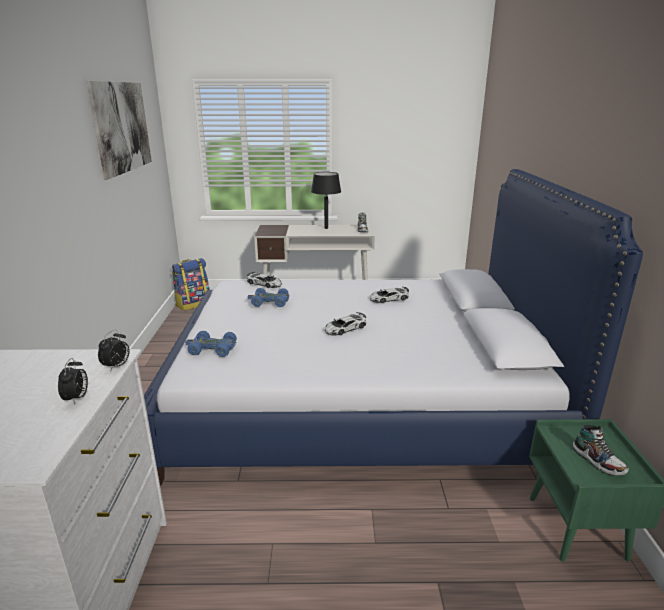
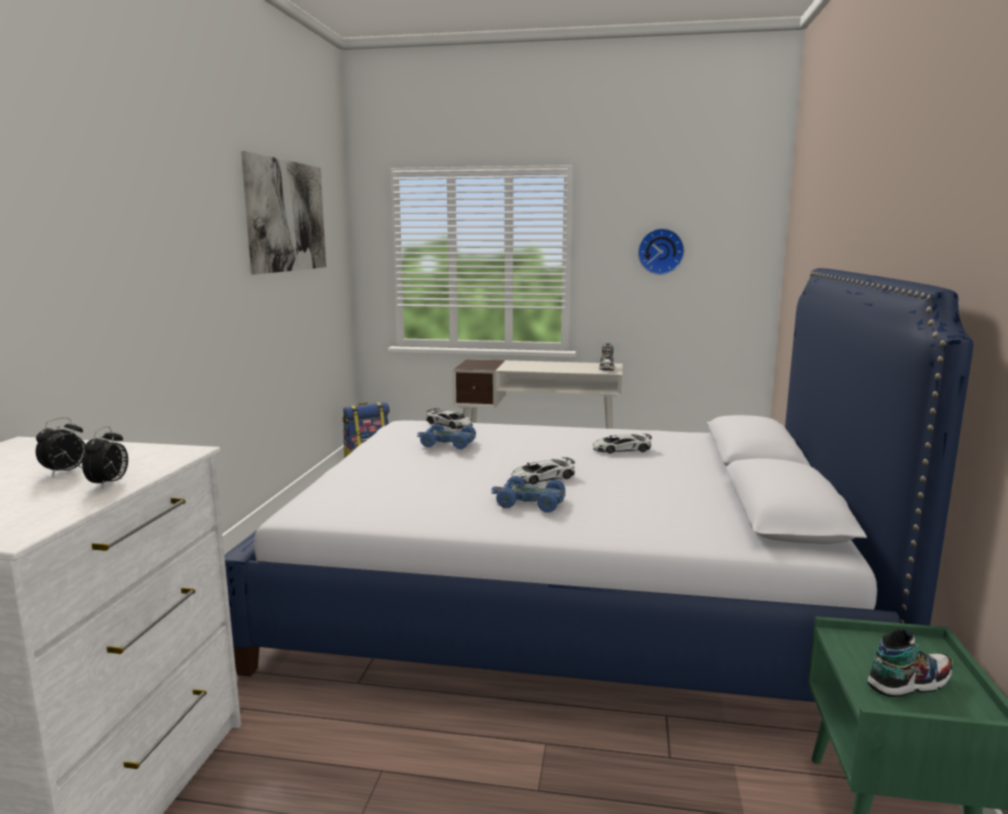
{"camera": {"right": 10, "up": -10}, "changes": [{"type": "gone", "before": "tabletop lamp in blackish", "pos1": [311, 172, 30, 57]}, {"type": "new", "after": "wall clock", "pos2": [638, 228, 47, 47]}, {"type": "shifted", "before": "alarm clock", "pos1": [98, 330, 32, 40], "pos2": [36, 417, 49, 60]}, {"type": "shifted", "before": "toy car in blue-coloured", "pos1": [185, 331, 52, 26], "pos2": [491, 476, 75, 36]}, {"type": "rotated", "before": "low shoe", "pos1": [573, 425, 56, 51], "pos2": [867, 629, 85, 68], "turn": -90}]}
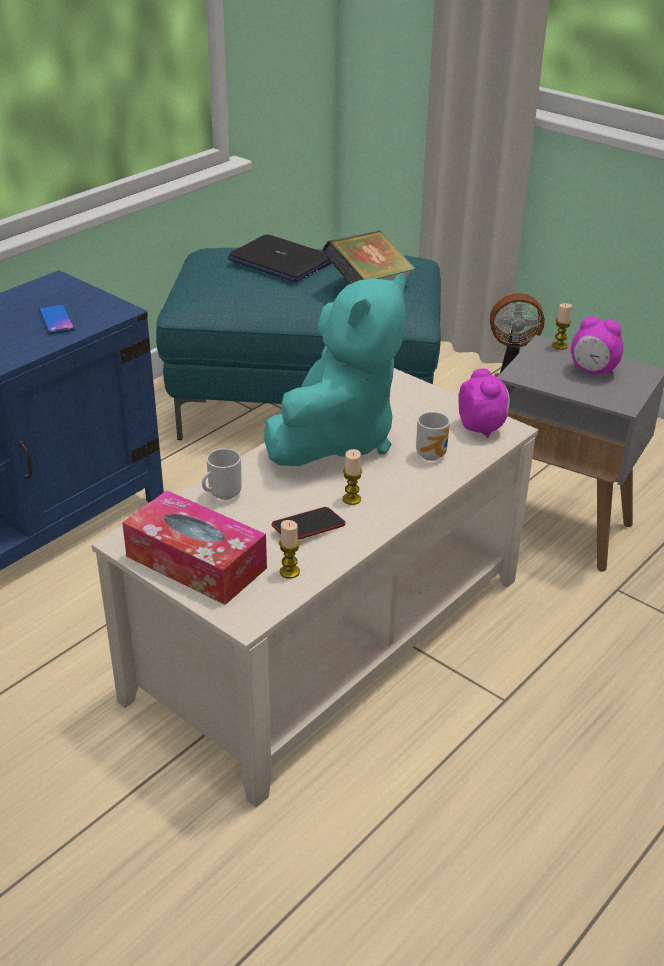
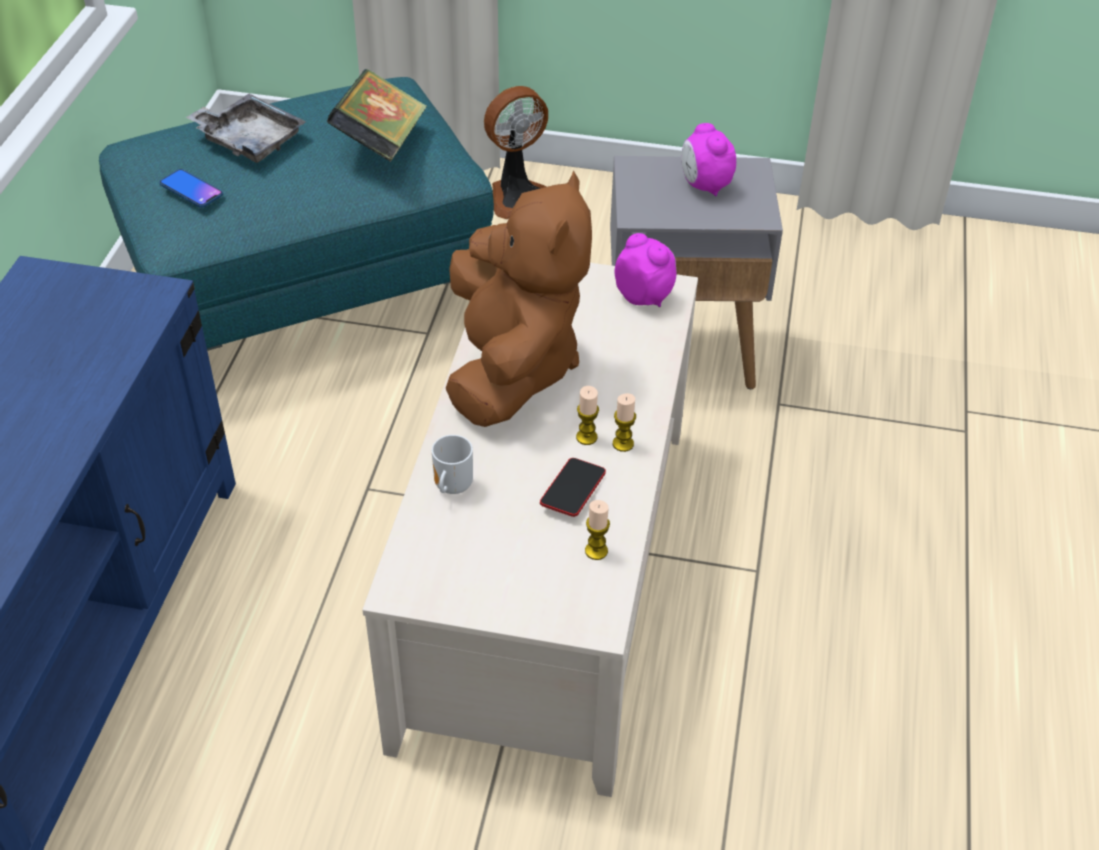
{"camera": {"right": -30, "up": 10}, "changes": [{"type": "gone", "before": "tissue box", "pos1": [122, 490, 145, 115]}, {"type": "gone", "before": "tea mug", "pos1": [416, 412, 34, 49]}, {"type": "shifted", "before": "phone", "pos1": [38, 304, 37, 30], "pos2": [159, 169, 64, 39]}, {"type": "shifted", "before": "candle", "pos1": [552, 303, 20, 47], "pos2": [613, 393, 23, 59]}, {"type": "swapped", "before": "laptop", "after": "tray in gray", "pos1": [228, 234, 103, 49], "pos2": [186, 94, 120, 69]}, {"type": "repainted", "before": "soft toy in turquoise-coloured", "after": "soft toy in brownish", "pos1": [264, 273, 142, 193], "pos2": [446, 171, 146, 256]}, {"type": "rotated", "before": "alarm clock", "pos1": [571, 317, 53, 58], "pos2": [681, 123, 55, 73], "turn": 75}]}
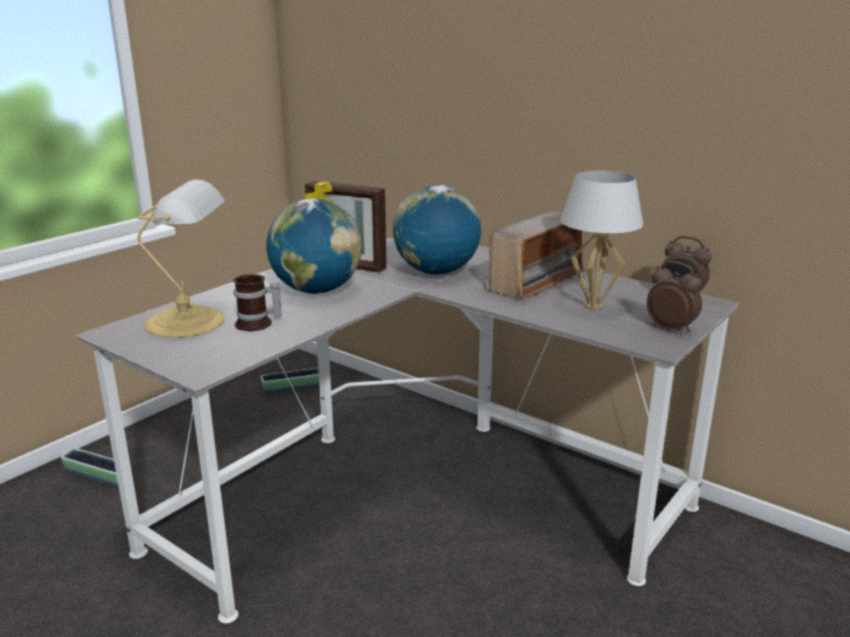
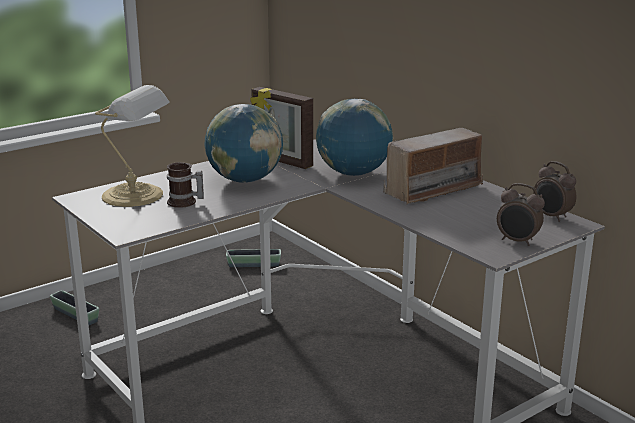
{"camera": {"right": 15, "up": 0}, "changes": [{"type": "gone", "before": "tabletop lamp in whitish", "pos1": [560, 171, 83, 139]}, {"type": "rotated", "before": "alarm clock", "pos1": [647, 261, 55, 73], "pos2": [497, 183, 48, 63], "turn": 150}]}
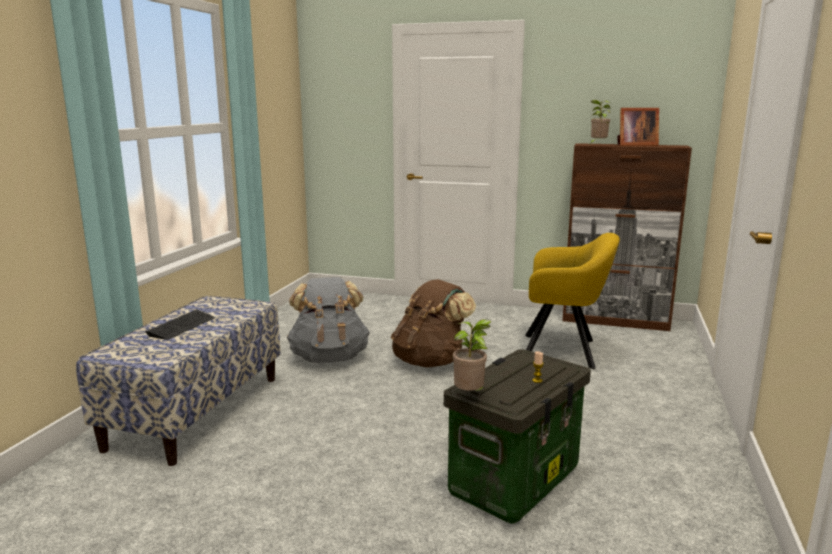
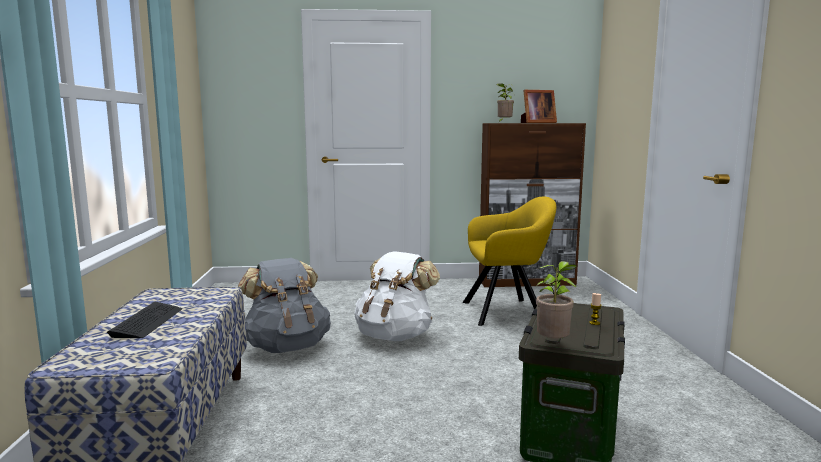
{"camera": {"right": -20, "up": -5}, "changes": [{"type": "repainted", "before": "knapsack in brownish", "after": "knapsack in whitish", "pos1": [391, 279, 85, 89], "pos2": [354, 251, 86, 90]}]}
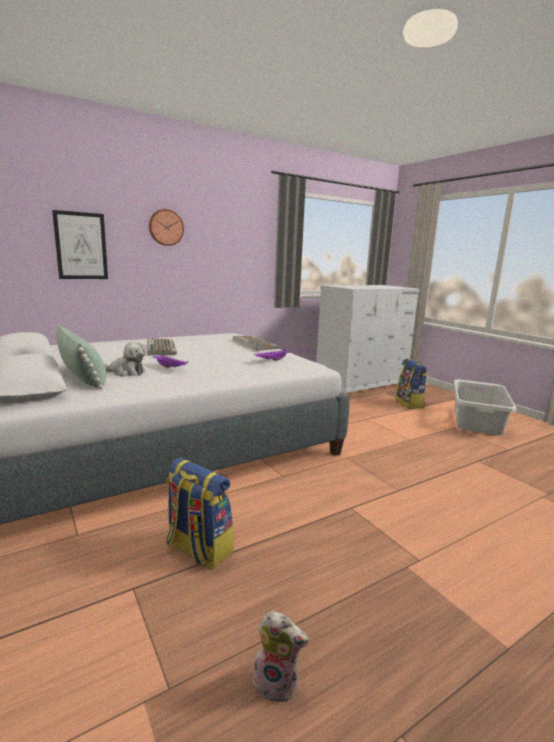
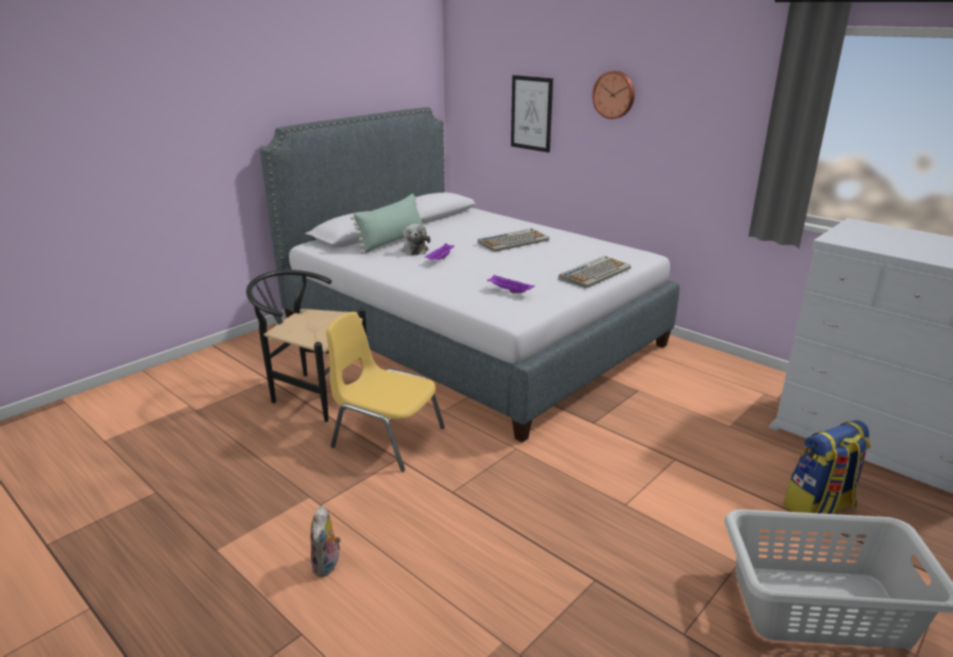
{"camera": {"right": 75, "up": 10}, "changes": [{"type": "new", "after": "plain chair in yellow-coloured", "pos2": [326, 312, 119, 160]}, {"type": "shifted", "before": "soft toy", "pos1": [250, 611, 58, 93], "pos2": [310, 506, 31, 71]}, {"type": "swapped", "before": "knapsack", "after": "plain chair in blackish", "pos1": [166, 458, 67, 112], "pos2": [246, 270, 121, 152]}]}
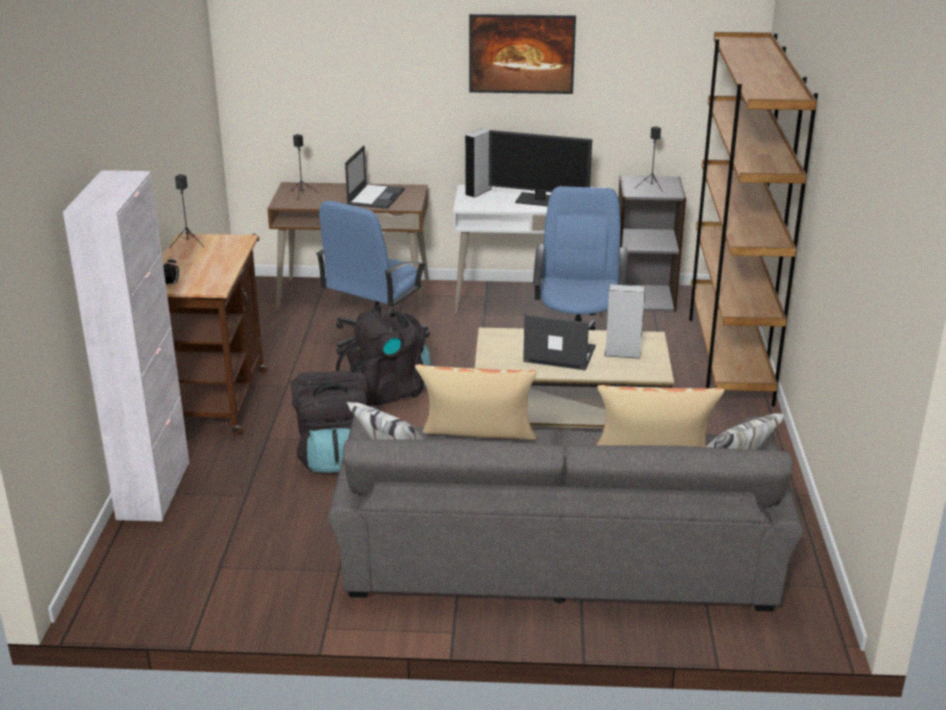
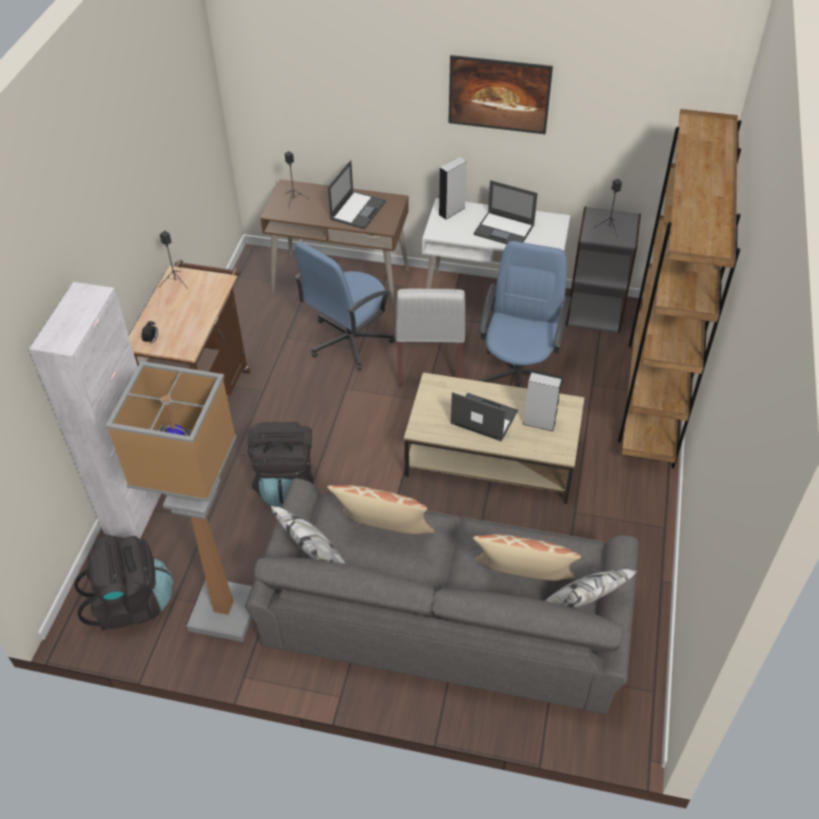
{"camera": {"right": 10, "up": 20}, "changes": [{"type": "new", "after": "floor lamp", "pos2": [105, 361, 147, 281]}, {"type": "new", "after": "plain chair in whitish", "pos2": [396, 288, 69, 99]}, {"type": "shifted", "before": "knapsack in blackish", "pos1": [336, 310, 95, 96], "pos2": [74, 535, 99, 95]}, {"type": "swapped", "before": "computer screen", "after": "laptop", "pos1": [489, 130, 103, 76], "pos2": [474, 180, 63, 64]}]}
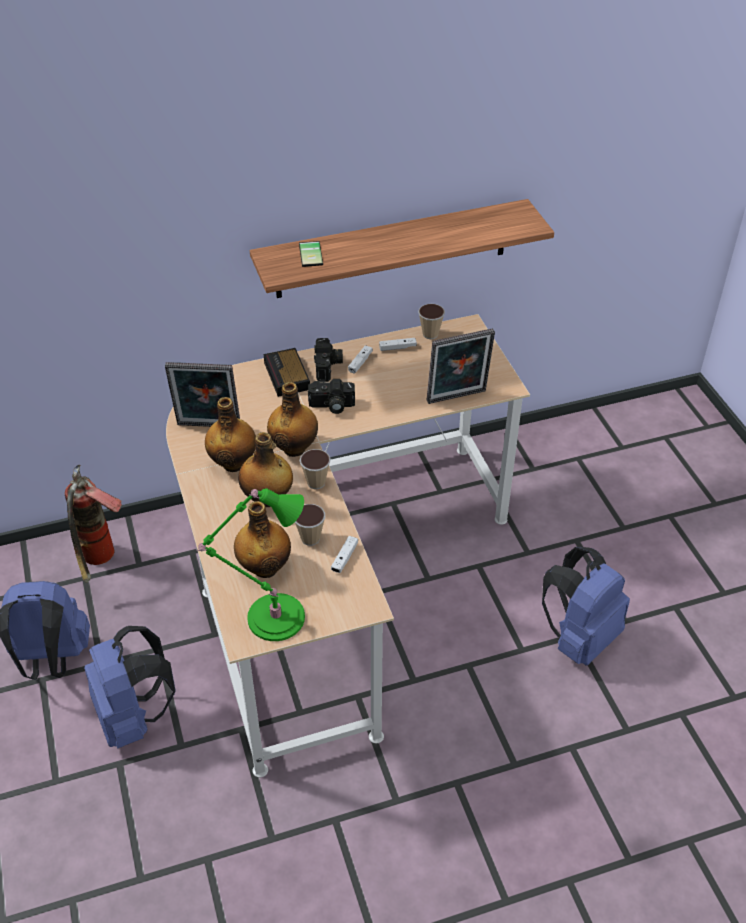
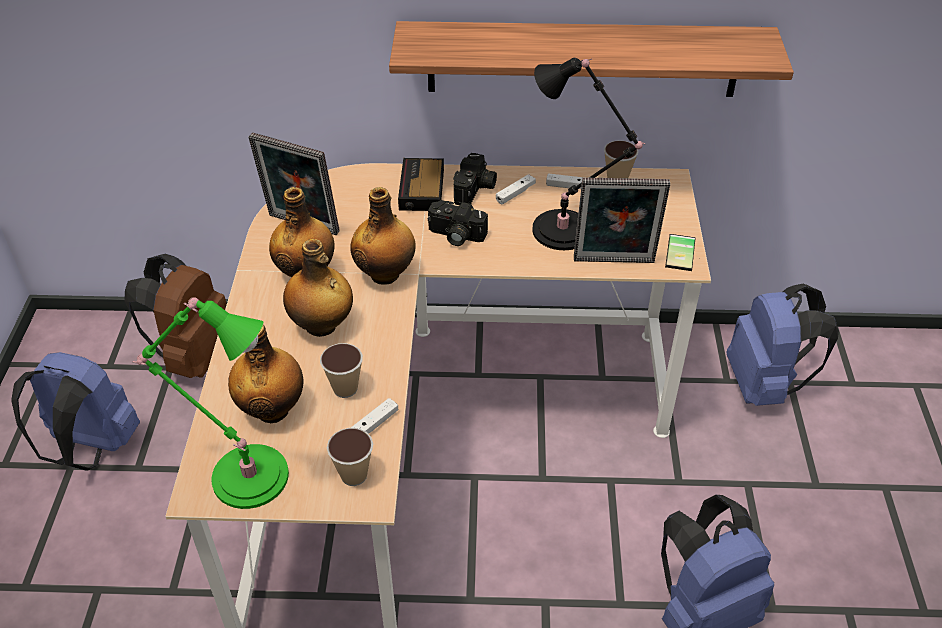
{"camera": {"right": 20, "up": 0}, "changes": [{"type": "new", "after": "tabletop lamp in blackish", "pos2": [532, 58, 114, 192]}, {"type": "shifted", "before": "knapsack in blue-coloured", "pos1": [84, 626, 92, 123], "pos2": [726, 283, 113, 123]}, {"type": "shifted", "before": "phone", "pos1": [299, 241, 24, 26], "pos2": [665, 234, 31, 37]}, {"type": "shifted", "before": "cup", "pos1": [300, 449, 31, 40], "pos2": [327, 428, 46, 58]}, {"type": "swapped", "before": "fire extinguisher", "after": "knapsack in brownish", "pos1": [65, 465, 57, 118], "pos2": [124, 254, 103, 124]}]}
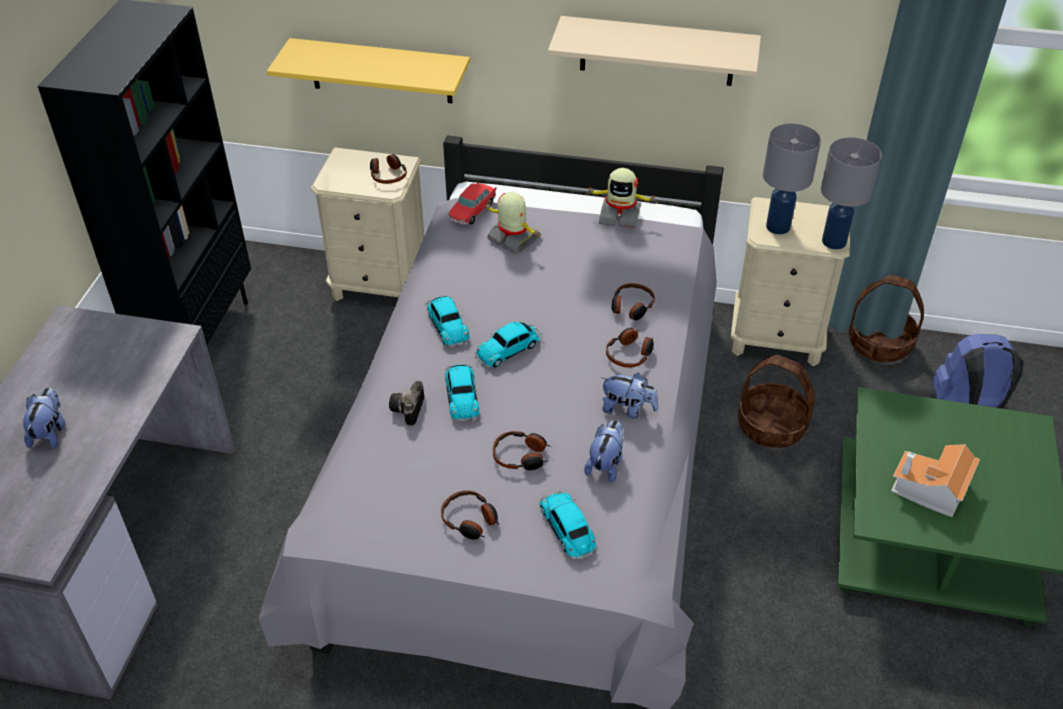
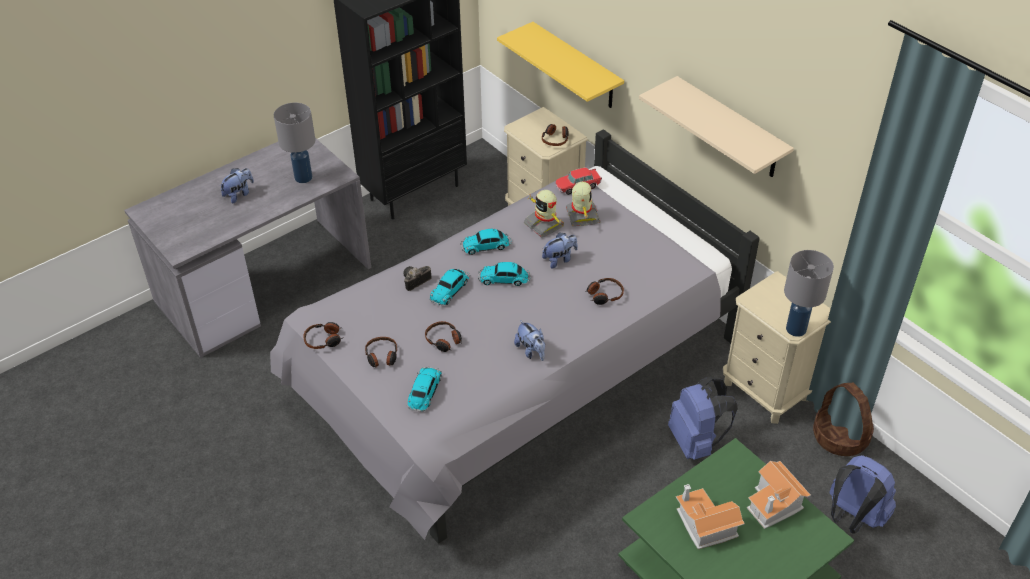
{"camera": {"right": 40, "up": 0}, "changes": [{"type": "new", "after": "model house", "pos2": [747, 461, 64, 68]}, {"type": "shifted", "before": "soft toy", "pos1": [584, 420, 40, 63], "pos2": [542, 232, 36, 37]}, {"type": "shifted", "before": "toy robot", "pos1": [585, 168, 72, 61], "pos2": [524, 190, 41, 47]}, {"type": "shifted", "before": "pair of headphones", "pos1": [606, 328, 48, 40], "pos2": [303, 322, 41, 27]}, {"type": "shifted", "before": "tabletop lamp in gray", "pos1": [763, 123, 58, 111], "pos2": [274, 102, 41, 81]}, {"type": "swapped", "before": "basket", "after": "knapsack in blue-coloured", "pos1": [738, 355, 77, 93], "pos2": [668, 376, 70, 84]}, {"type": "rotated", "before": "toy car", "pos1": [425, 296, 45, 51], "pos2": [460, 229, 52, 26], "turn": 60}]}
